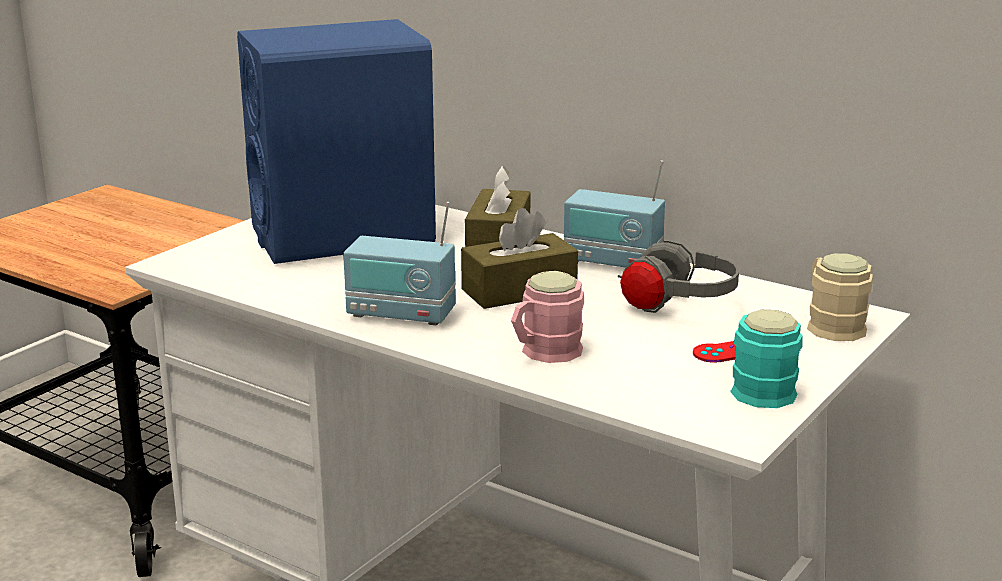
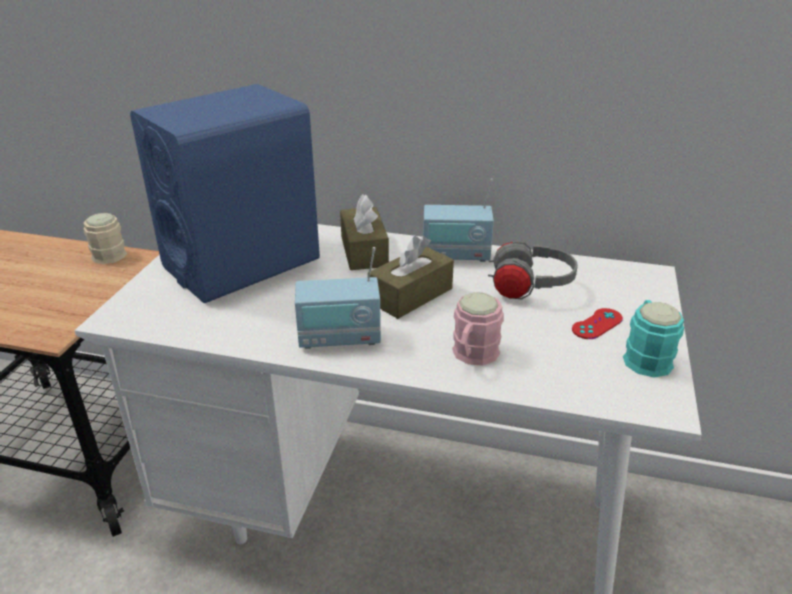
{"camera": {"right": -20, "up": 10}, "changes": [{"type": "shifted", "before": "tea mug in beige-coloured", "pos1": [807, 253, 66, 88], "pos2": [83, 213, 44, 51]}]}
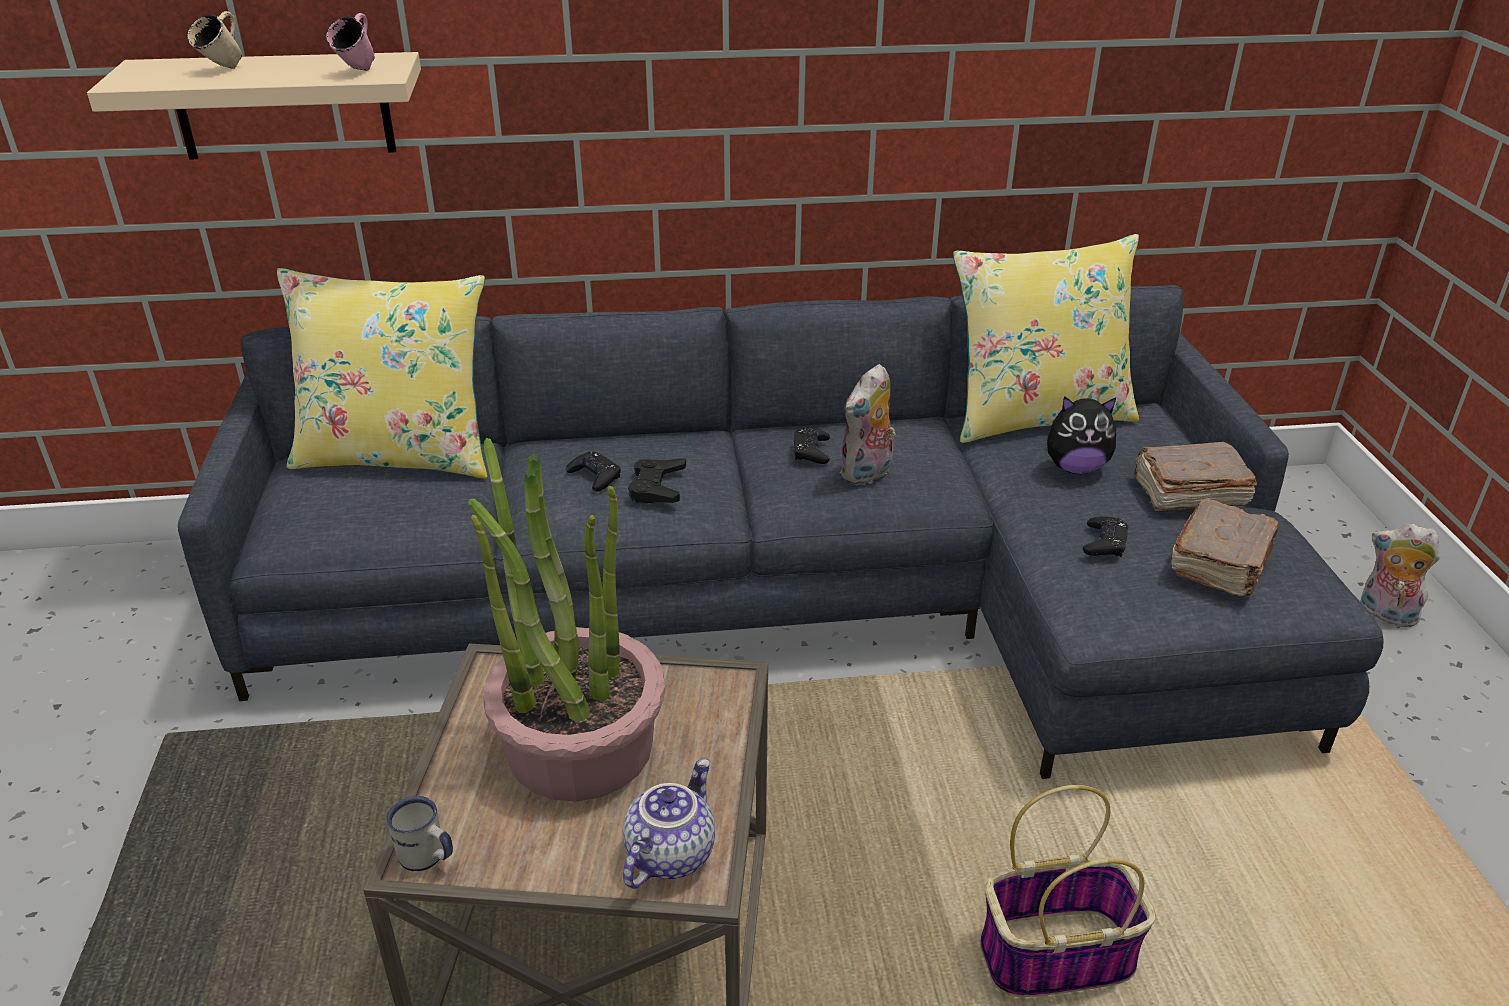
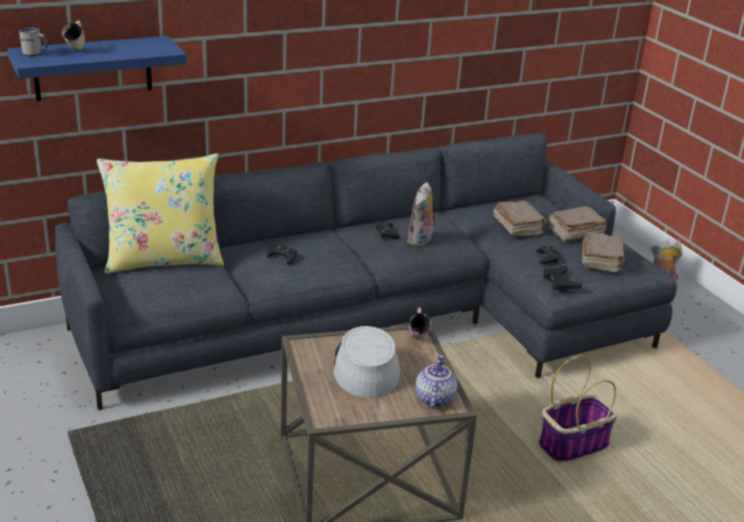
{"camera": {"right": -20, "up": -5}, "changes": [{"type": "gone", "before": "throw pillow in yellow-coloured", "pos1": [953, 234, 186, 209]}, {"type": "shifted", "before": "tea mug in pink", "pos1": [326, 13, 49, 58], "pos2": [409, 307, 22, 30]}, {"type": "shifted", "before": "tea mug in whitish", "pos1": [387, 796, 66, 75], "pos2": [19, 28, 29, 28]}, {"type": "shifted", "before": "game controller in blackish", "pos1": [628, 458, 58, 45], "pos2": [543, 266, 39, 25]}, {"type": "swapped", "before": "plant in a pot", "after": "hat in gray", "pos1": [468, 438, 197, 364], "pos2": [333, 326, 67, 72]}, {"type": "swapped", "before": "soft toy", "after": "book in brownish", "pos1": [1047, 396, 70, 78], "pos2": [494, 200, 53, 37]}, {"type": "repainted", "before": "shelf in beige-coloured", "after": "shelf in blue-coloured", "pos1": [87, 52, 334, 108], "pos2": [8, 36, 178, 65]}]}
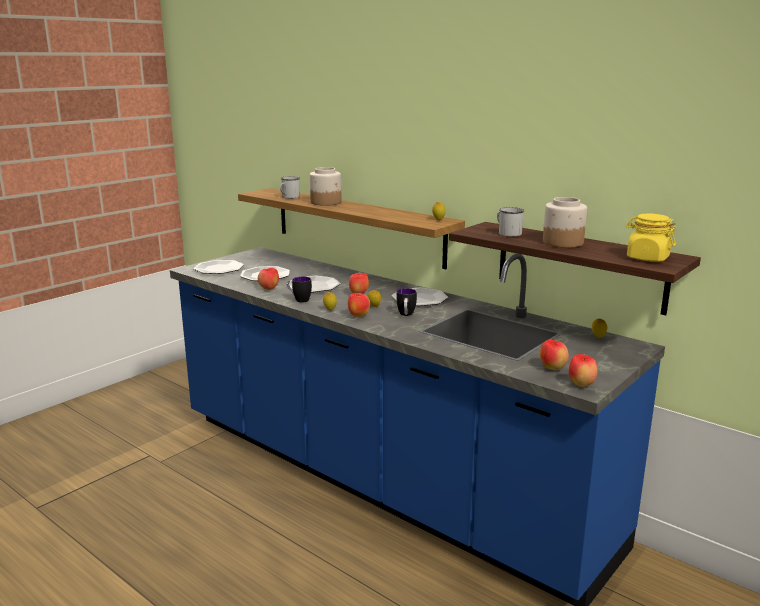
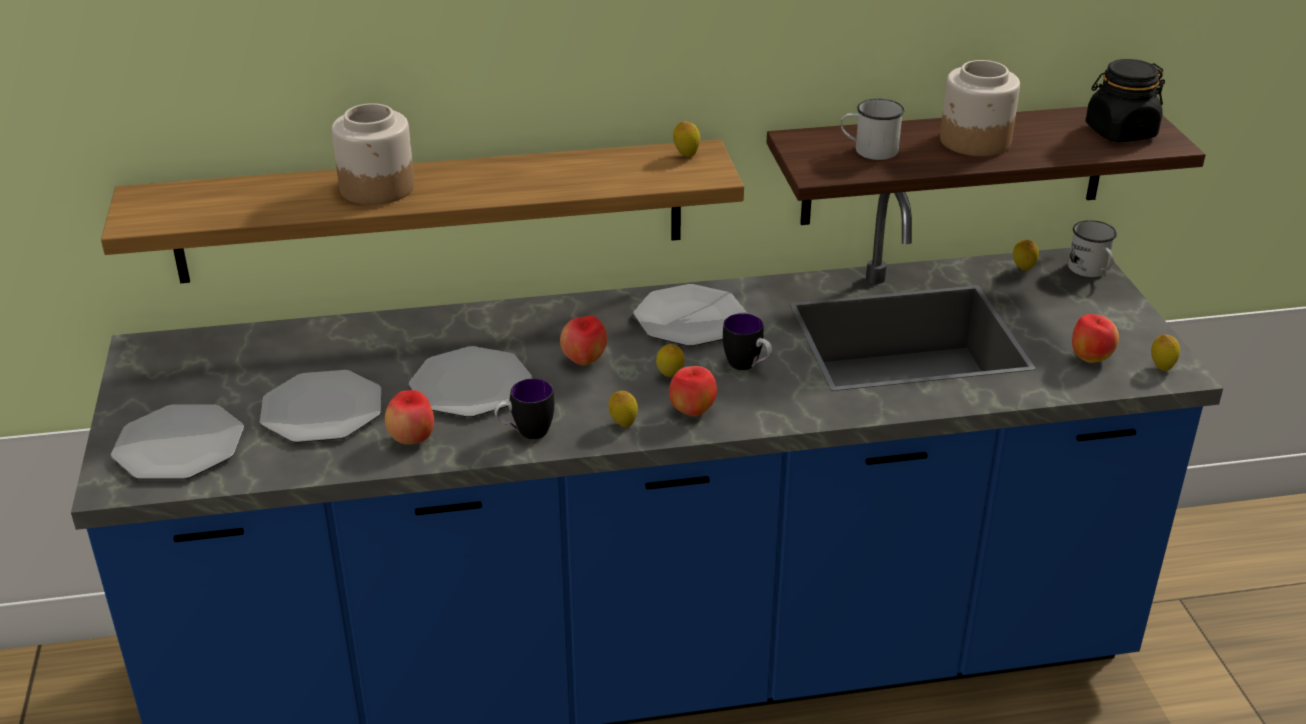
{"camera": {"right": -50, "up": 15}, "changes": [{"type": "shifted", "before": "tea mug in whitish", "pos1": [280, 176, 20, 23], "pos2": [1068, 220, 49, 57]}, {"type": "swapped", "before": "whole apple", "after": "whole lemon", "pos1": [569, 354, 29, 33], "pos2": [1151, 334, 29, 37]}, {"type": "repainted", "before": "preserve jar in yellow-coloured", "after": "preserve jar in blackish", "pos1": [626, 214, 50, 48], "pos2": [1085, 59, 80, 83]}]}
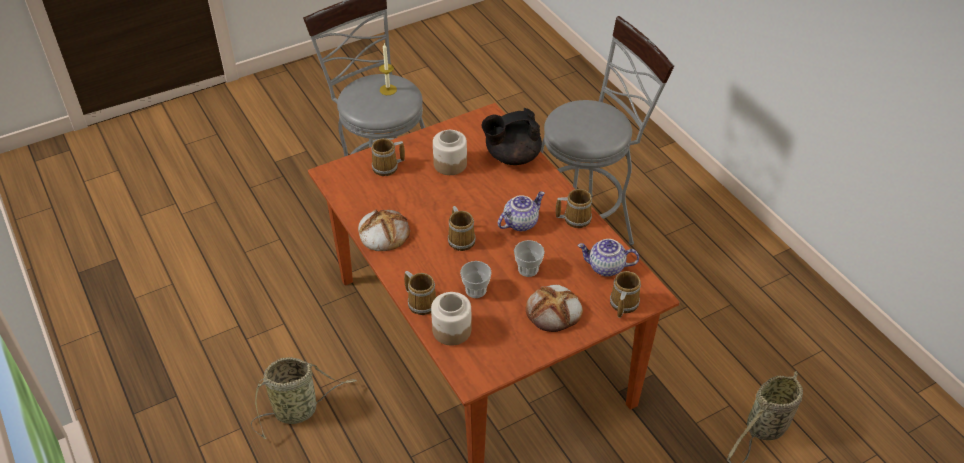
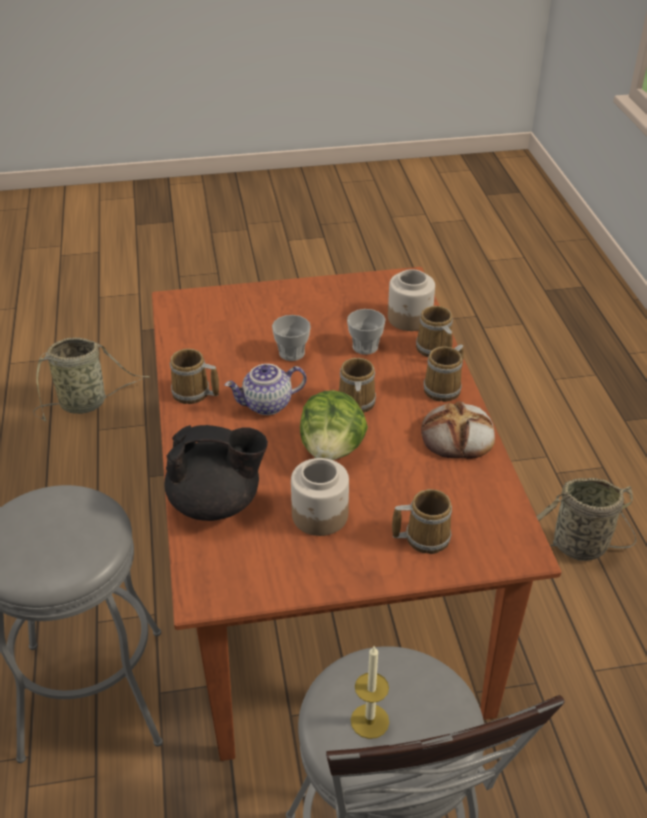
{"camera": {"right": -160, "up": -5}, "changes": [{"type": "gone", "before": "bakery bread", "pos1": [526, 285, 57, 47]}, {"type": "gone", "before": "pot for tea", "pos1": [577, 239, 62, 38]}, {"type": "new", "after": "head of lettuce", "pos2": [300, 390, 68, 70]}, {"type": "shifted", "before": "tea mug", "pos1": [610, 271, 31, 47], "pos2": [423, 345, 41, 57]}]}
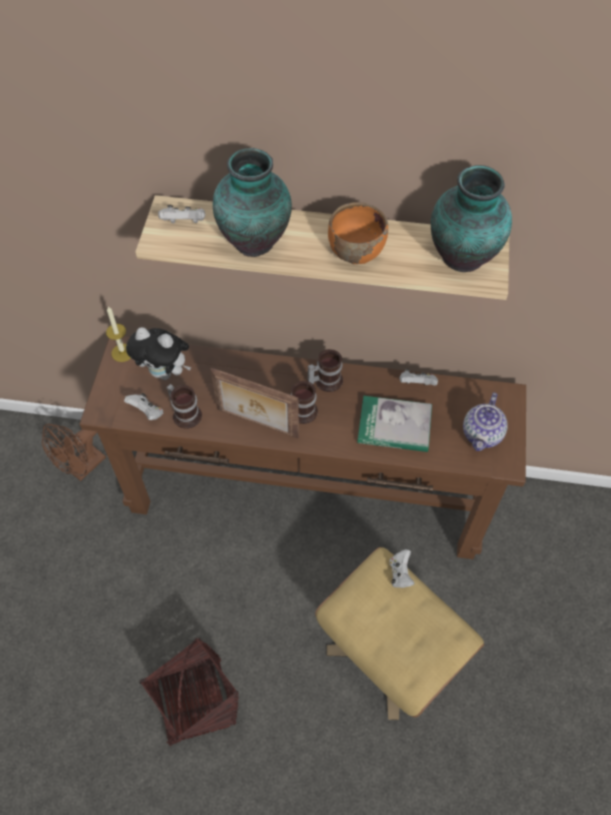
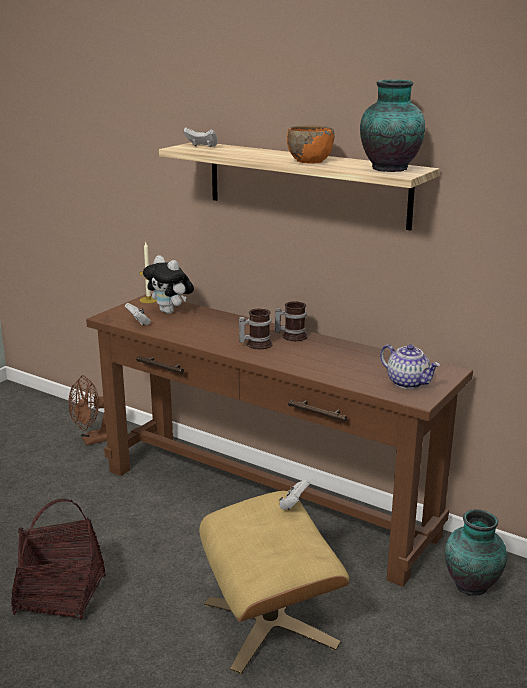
{"camera": {"right": 25, "up": -35}, "changes": [{"type": "gone", "before": "tea mug", "pos1": [166, 384, 36, 45]}, {"type": "gone", "before": "photo frame", "pos1": [210, 368, 89, 70]}, {"type": "gone", "before": "book", "pos1": [357, 396, 75, 56]}, {"type": "gone", "before": "game controller in whitish", "pos1": [400, 369, 38, 17]}, {"type": "shifted", "before": "flower vase", "pos1": [213, 148, 79, 109], "pos2": [445, 509, 62, 87]}, {"type": "rotated", "before": "pot for tea", "pos1": [463, 392, 45, 59], "pos2": [380, 344, 60, 45], "turn": -90}]}
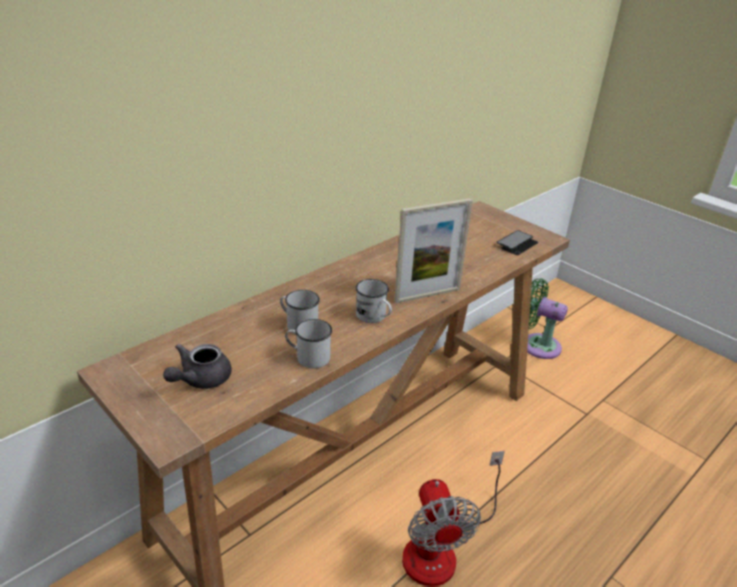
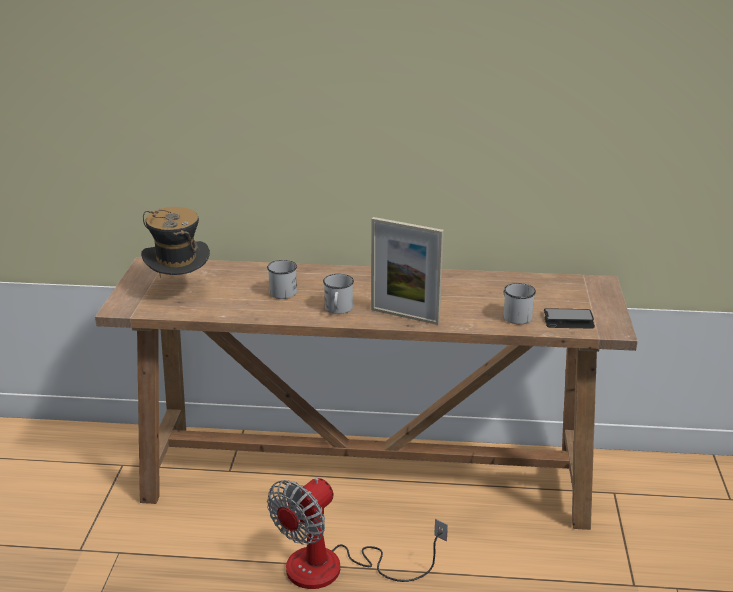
{"camera": {"right": 50, "up": -5}, "changes": [{"type": "gone", "before": "cooling fan in greenish", "pos1": [527, 278, 41, 81]}, {"type": "shifted", "before": "tea mug in whitish", "pos1": [285, 319, 47, 49], "pos2": [503, 283, 33, 41]}, {"type": "swapped", "before": "pot for tea in gray", "after": "hat", "pos1": [163, 344, 69, 45], "pos2": [141, 207, 69, 71]}]}
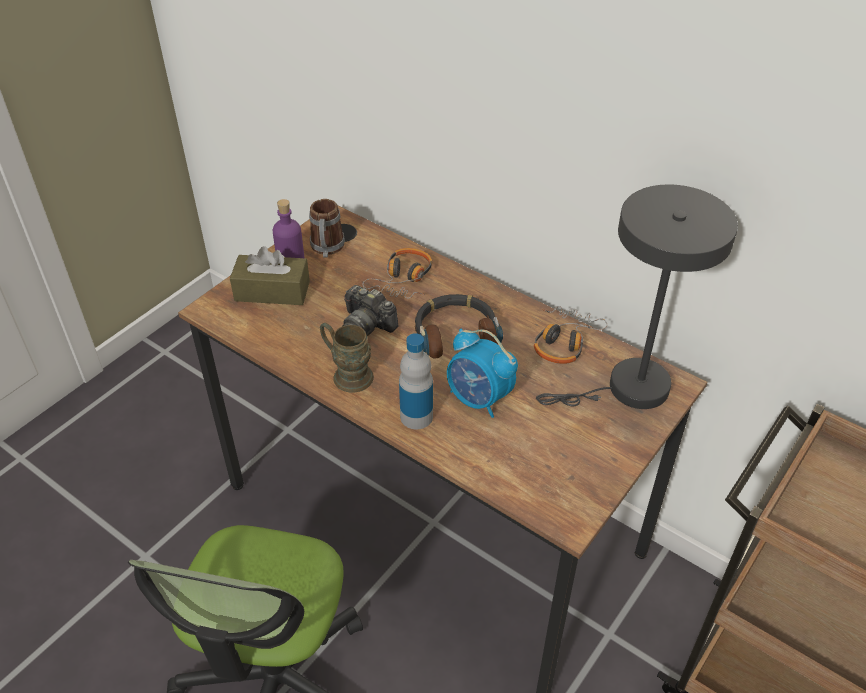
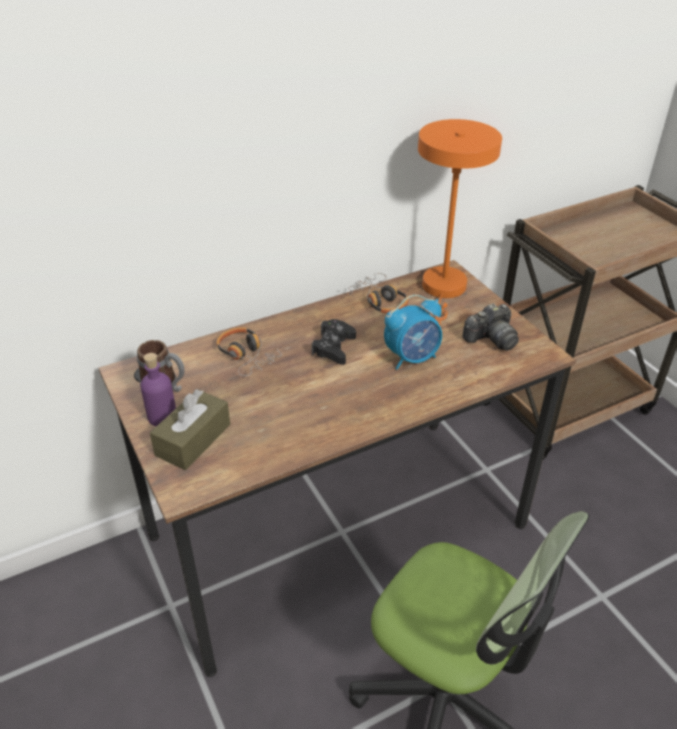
{"camera": {"right": -65, "up": -5}, "changes": [{"type": "gone", "before": "tea mug in brownish", "pos1": [320, 323, 54, 70]}, {"type": "gone", "before": "beverage bottle", "pos1": [399, 333, 34, 96]}, {"type": "shifted", "before": "still camera", "pos1": [343, 285, 55, 51], "pos2": [462, 303, 57, 48]}, {"type": "swapped", "before": "pair of headphones", "after": "game controller in blackish", "pos1": [415, 294, 88, 65], "pos2": [312, 319, 44, 46]}, {"type": "repainted", "before": "tabletop lamp in gray", "after": "tabletop lamp in orangey", "pos1": [536, 185, 202, 224], "pos2": [418, 119, 84, 206]}]}
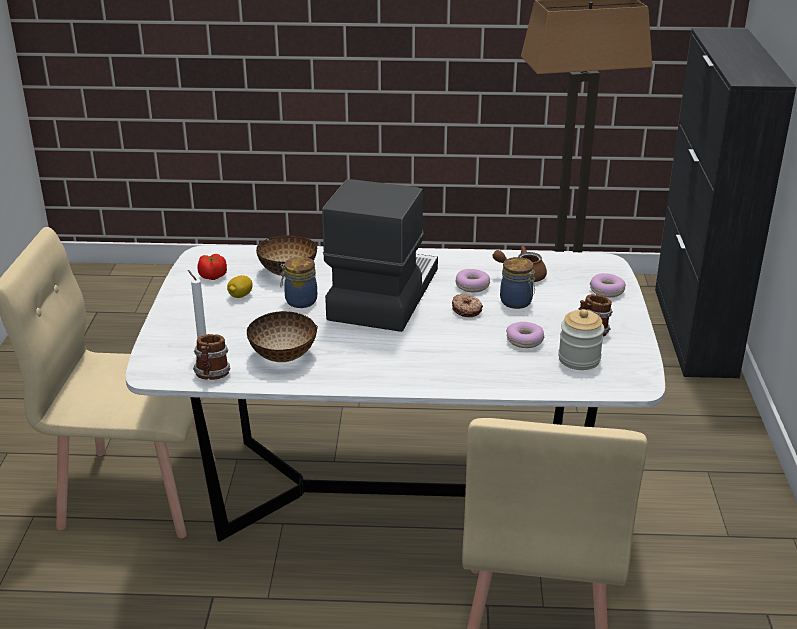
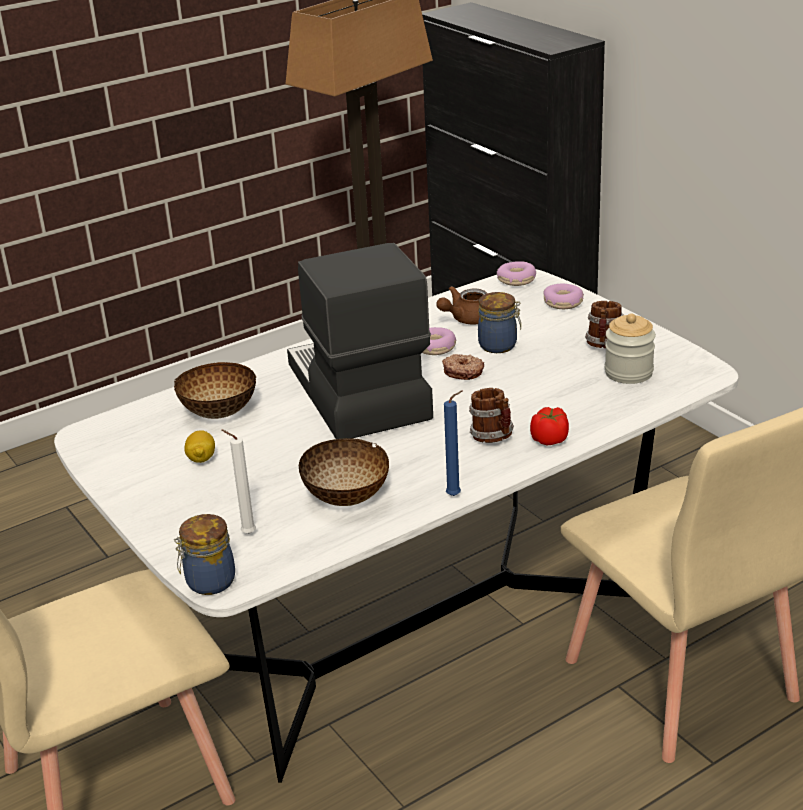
{"camera": {"right": -35, "up": 0}, "changes": [{"type": "new", "after": "candle in blue-coloured", "pos2": [444, 390, 19, 106]}, {"type": "shifted", "before": "tea mug", "pos1": [193, 334, 37, 46], "pos2": [469, 388, 45, 55]}, {"type": "shifted", "before": "whole tomato", "pos1": [198, 254, 29, 26], "pos2": [530, 407, 39, 39]}, {"type": "shifted", "before": "preserve jar", "pos1": [280, 257, 37, 51], "pos2": [174, 514, 61, 81]}, {"type": "shifted", "before": "ring doughnut", "pos1": [506, 322, 38, 26], "pos2": [497, 261, 39, 25]}]}
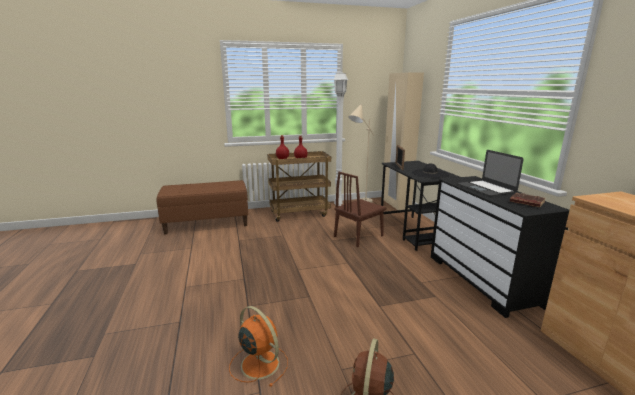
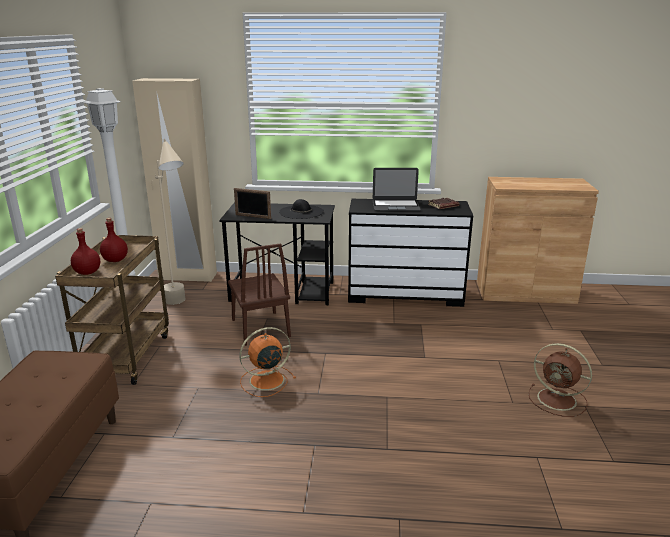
{"camera": {"right": -70, "up": 5}, "changes": [{"type": "shifted", "before": "cooling fan in orangey", "pos1": [229, 306, 59, 81], "pos2": [239, 327, 57, 70]}]}
